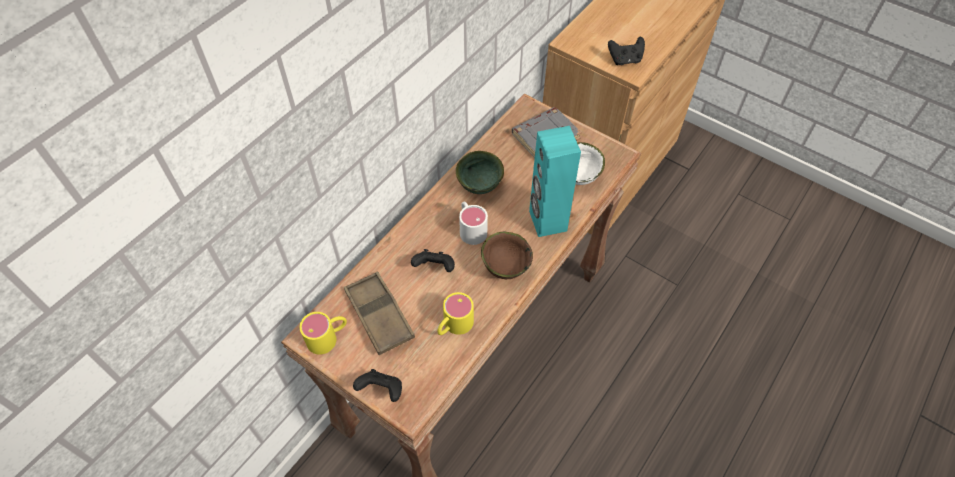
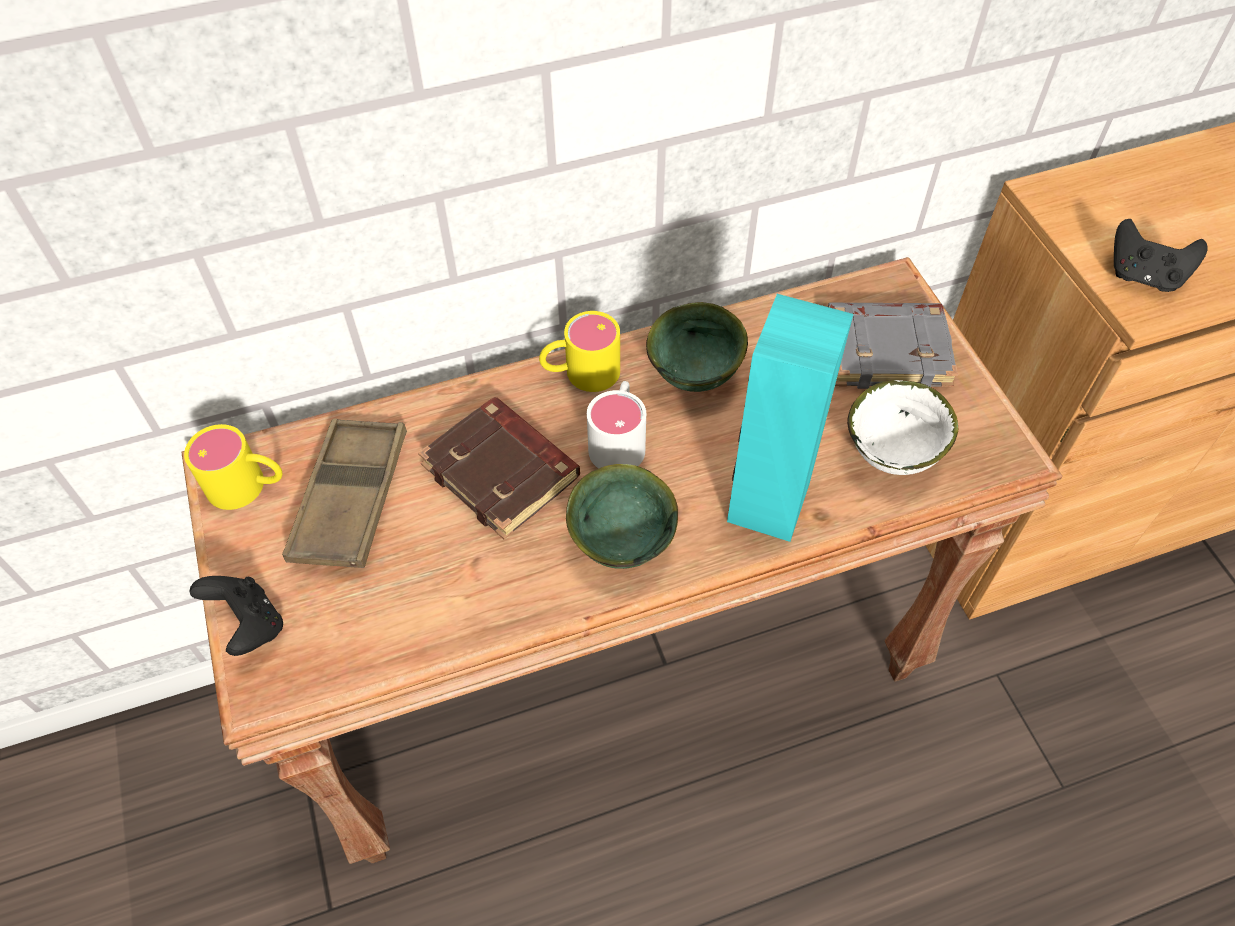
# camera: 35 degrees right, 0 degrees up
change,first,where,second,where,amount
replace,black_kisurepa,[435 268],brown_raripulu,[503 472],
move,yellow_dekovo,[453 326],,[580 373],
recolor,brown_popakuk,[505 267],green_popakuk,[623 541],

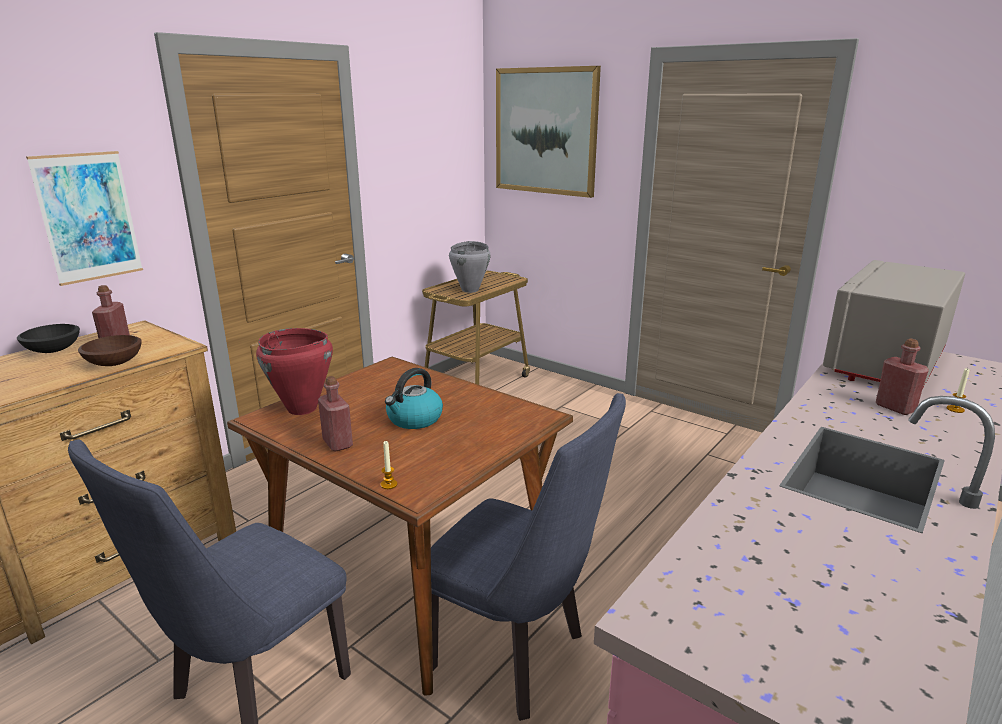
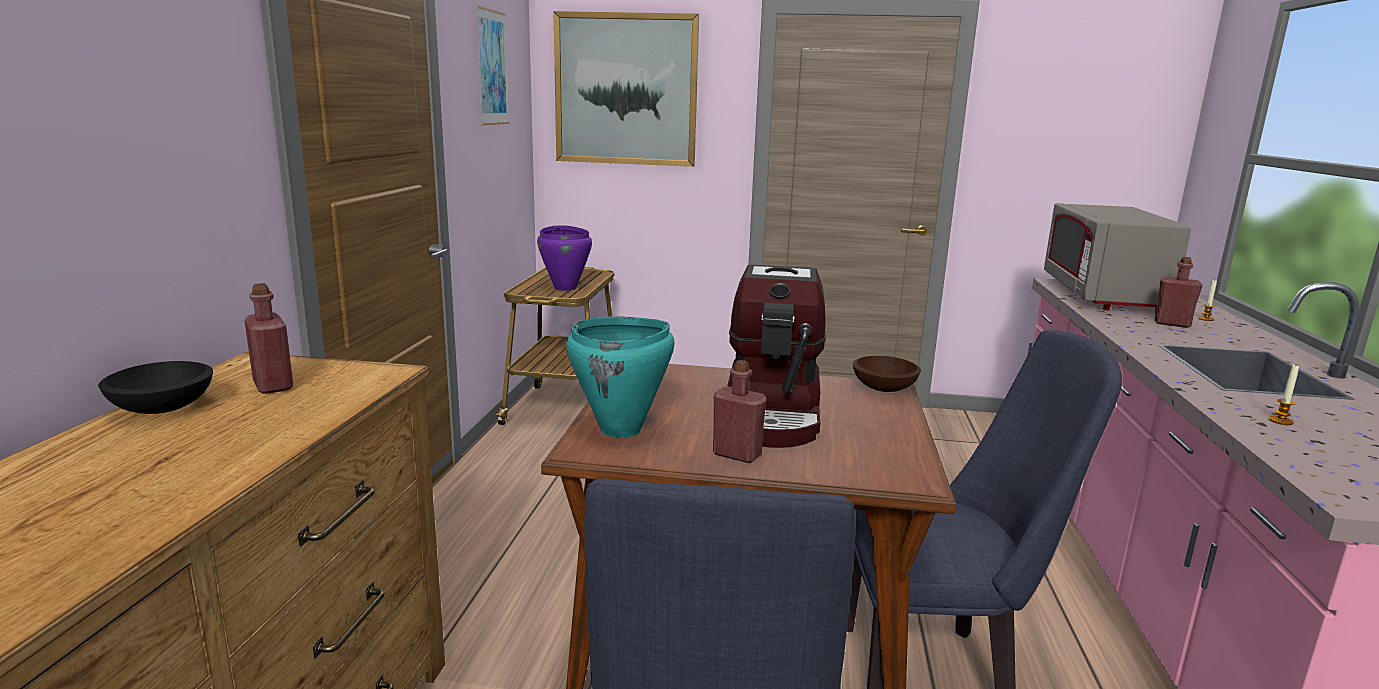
# camera: 30 degrees left, 5 degrees down
change,first,where,second,where,amount
move,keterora,[88 217],,[491 68],
move,brown_popakuk,[114 363],,[885 388],
recolor,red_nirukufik,[302 409],turquoise_nirukufik,[621 430],
move,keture,[389 484],,[1280 421],
replace,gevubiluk,[414 419],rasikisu,[774 414],
recolor,grey_nirukufik,[470 290],purple_nirukufik,[565 288],

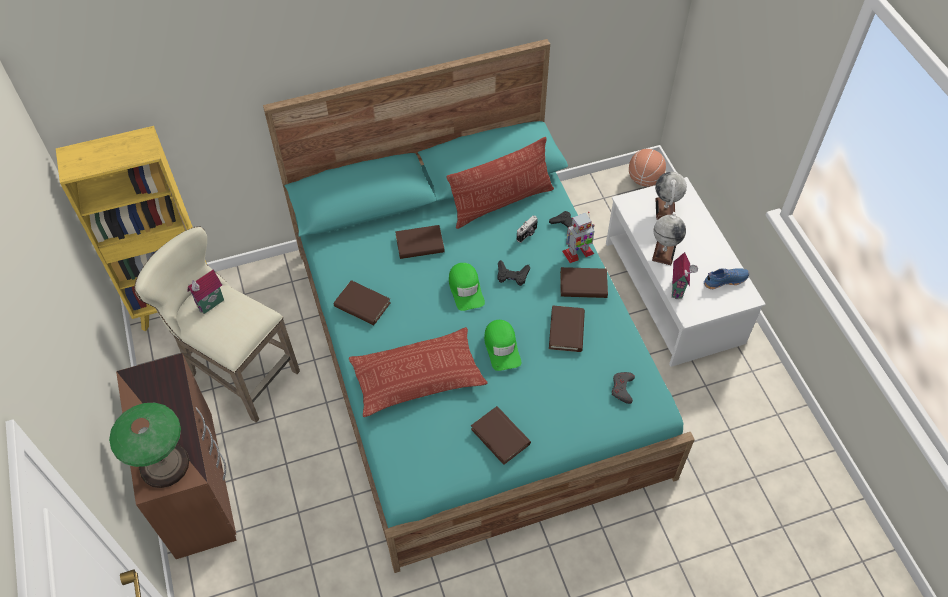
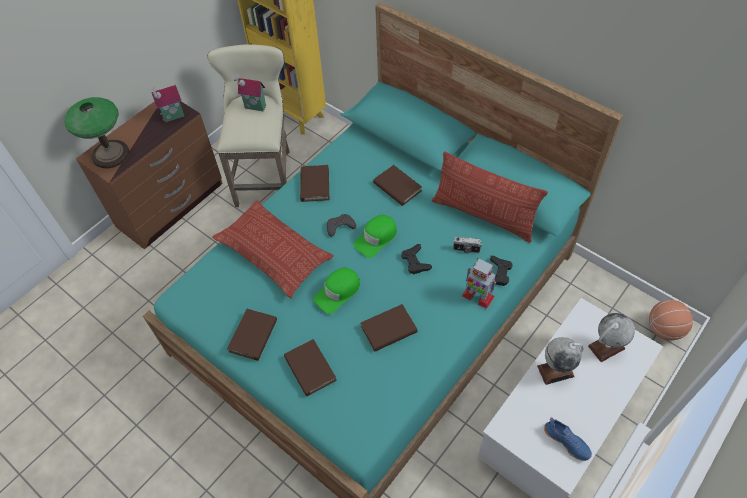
# camera: 60 degrees right, 0 degrees up
change,first,where,second,where,amount
move,brown_raripulu,[583 285],,[310 369],
move,grey_kisurepa,[622 389],,[340 226],
move,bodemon,[678 289],,[174 117],

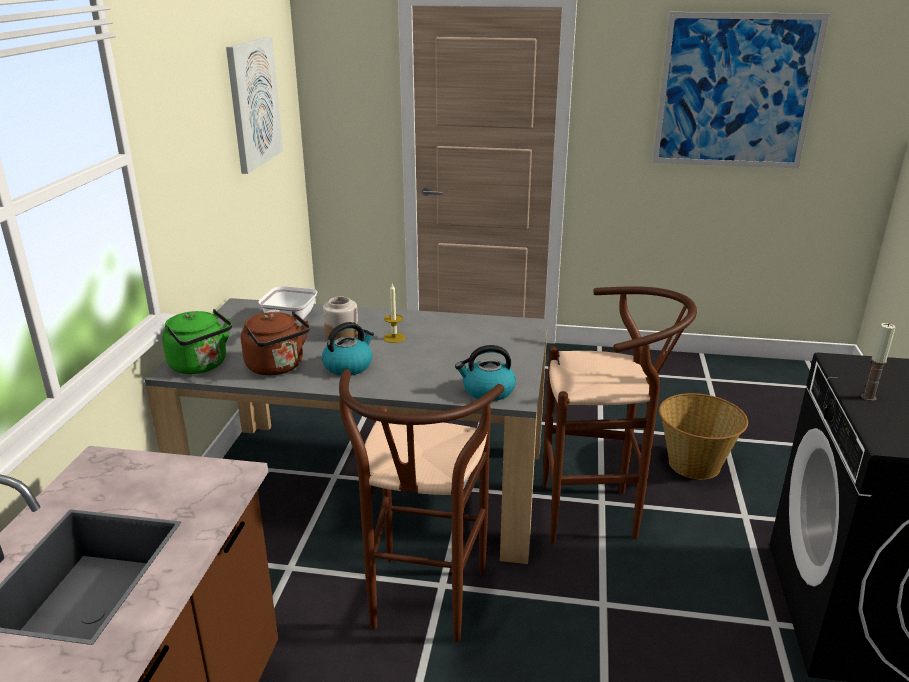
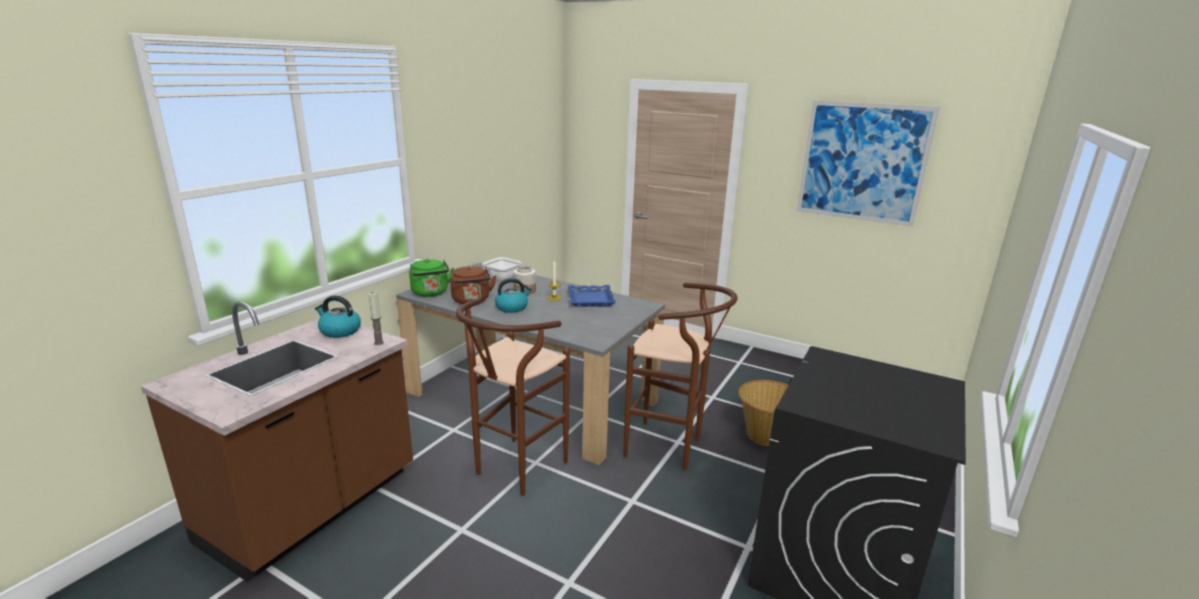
# camera: 20 degrees right, 5 degrees down
change,first,where,second,where,amount
delete,keterora,[253 103],,,
move,gevubiluk,[487 391],,[339 331],
move,keture,[868 397],,[379 343],
insert,,,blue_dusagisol,[591 299],

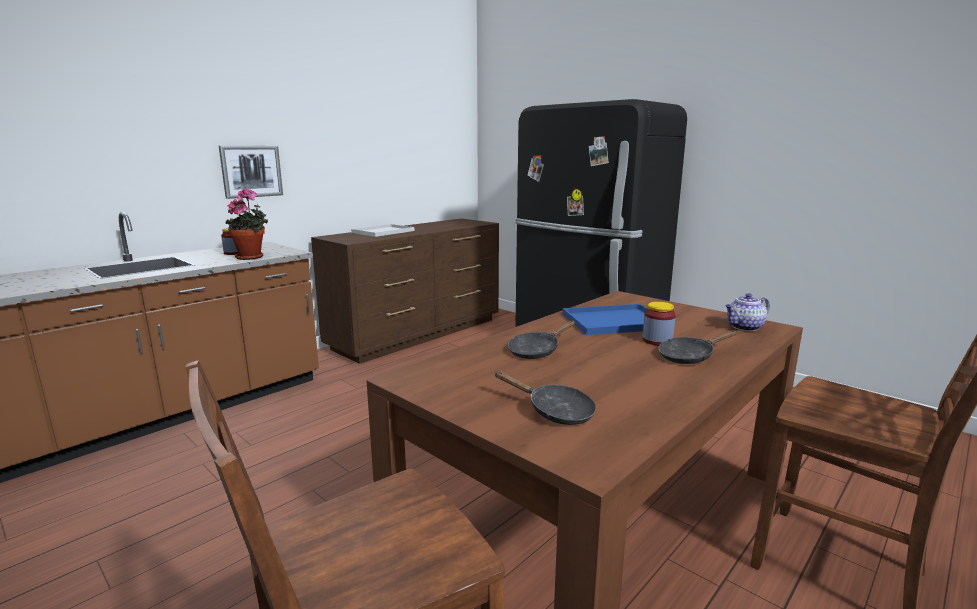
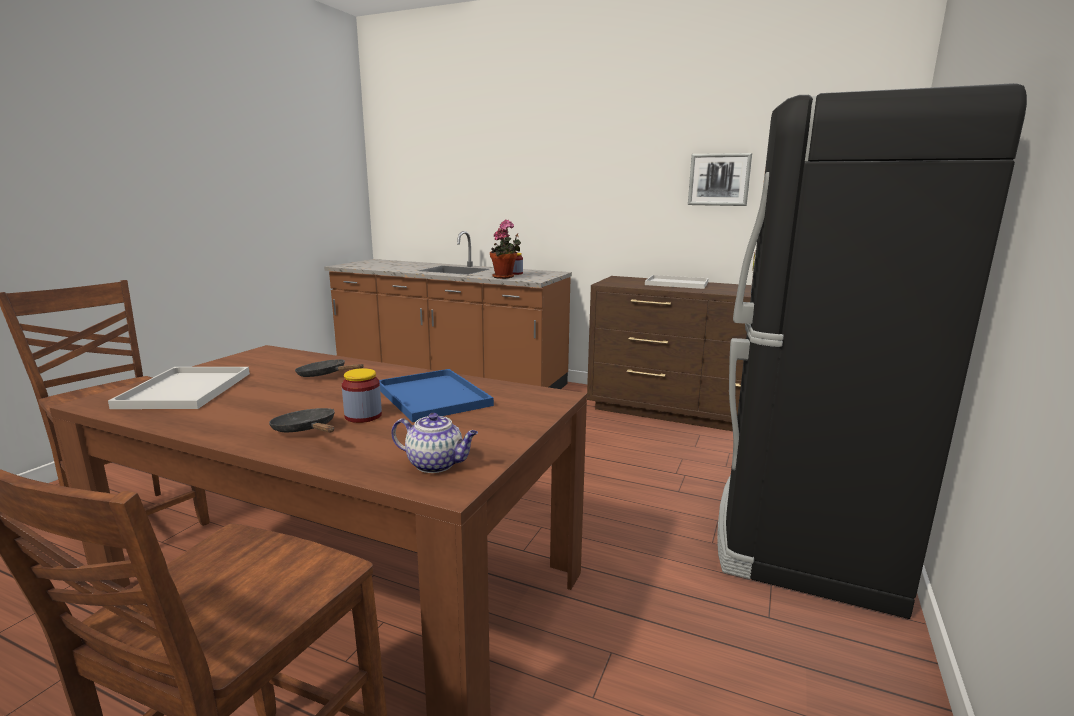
# camera: 70 degrees right, 0 degrees up
change,first,where,second,where,amount
move,keterora,[251 171],,[719 179],
replace,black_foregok,[554 411],white_dusagisol,[185 389],
rotate,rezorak,[744 327],,[436 464],150 degrees clockwise

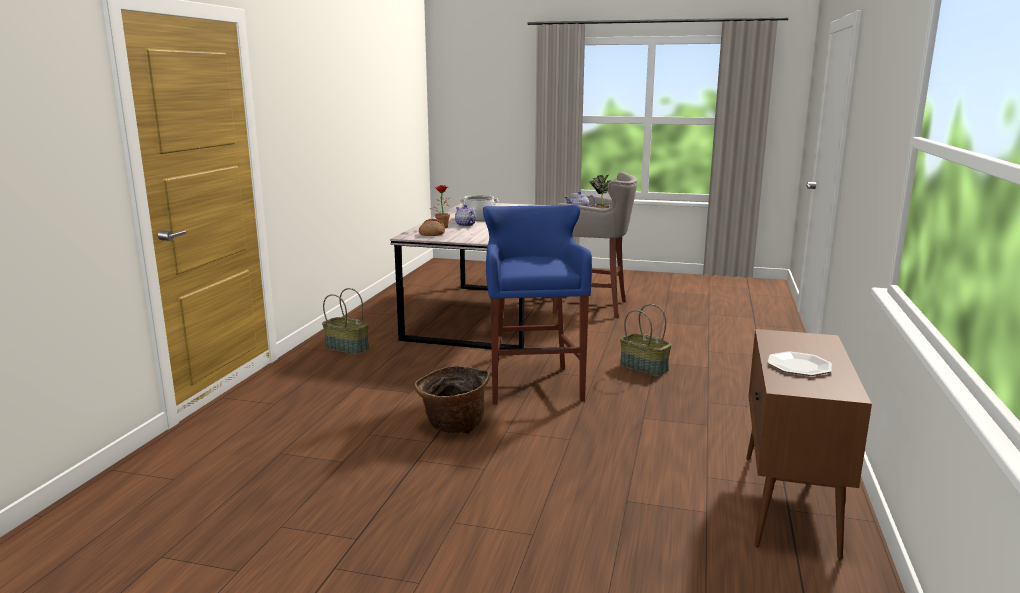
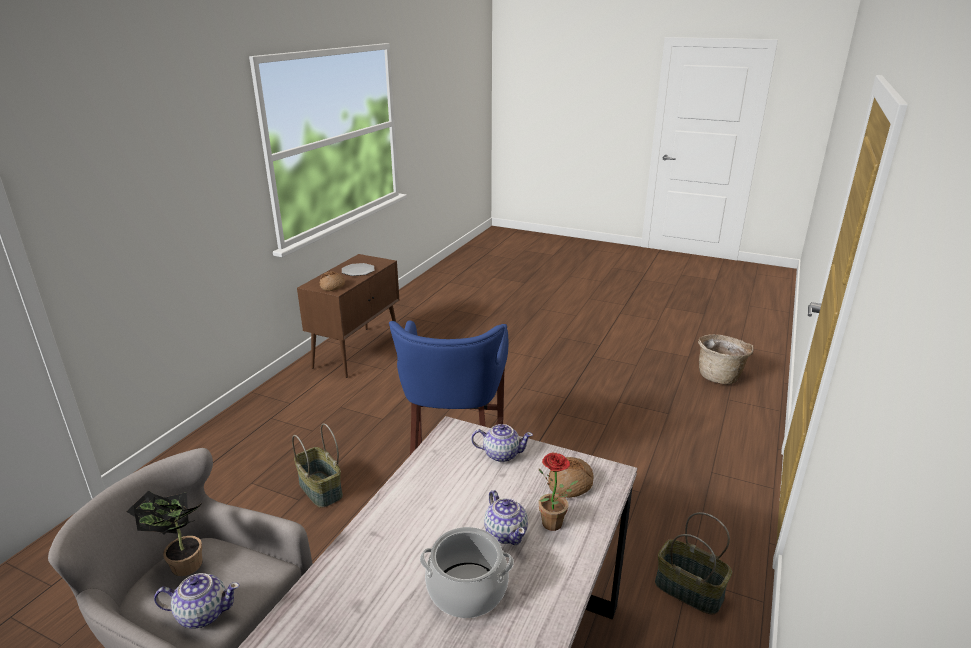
# camera: 170 degrees left, 10 degrees up
change,first,where,second,where,amount
move,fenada,[453 426],,[720 376],
insert,,,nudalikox,[332 286],
insert,,,rezorak,[501 454],

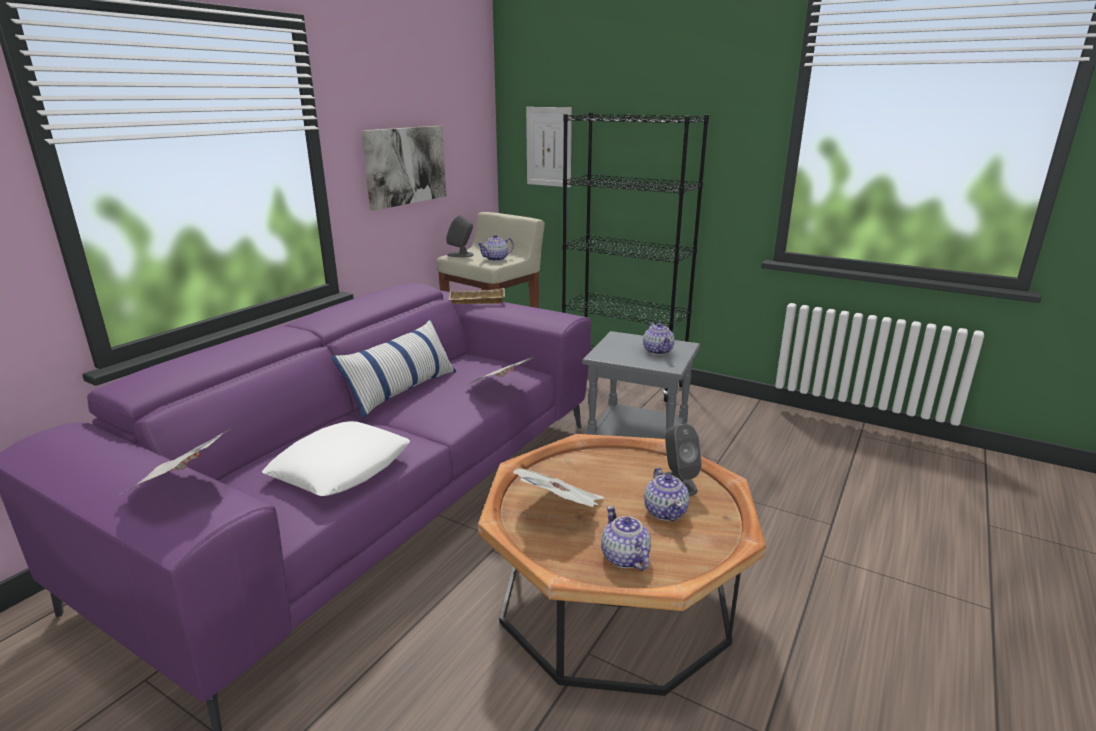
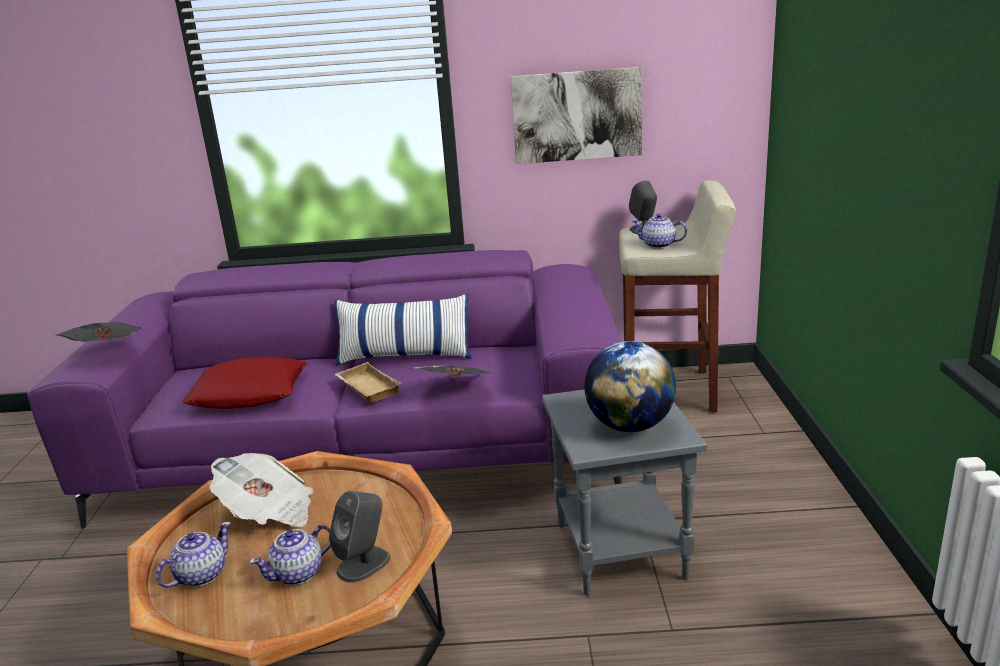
# camera: 60 degrees right, 0 degrees up
change,first,where,second,where,amount
recolor,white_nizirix,[341 467],red_nizirix,[249 393],
move,beige_dusagisol,[476 301],,[366 387],
delete,keterora,[549 147],,,
delete,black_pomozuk,[622 382],,,
replace,rezorak,[658 351],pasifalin,[630 426],

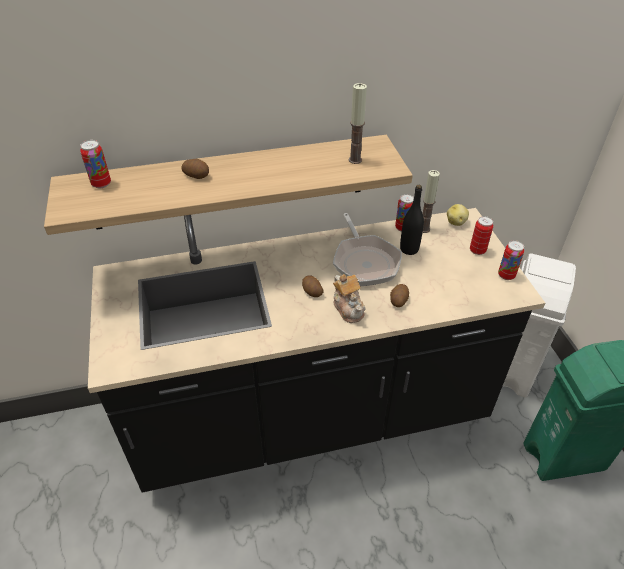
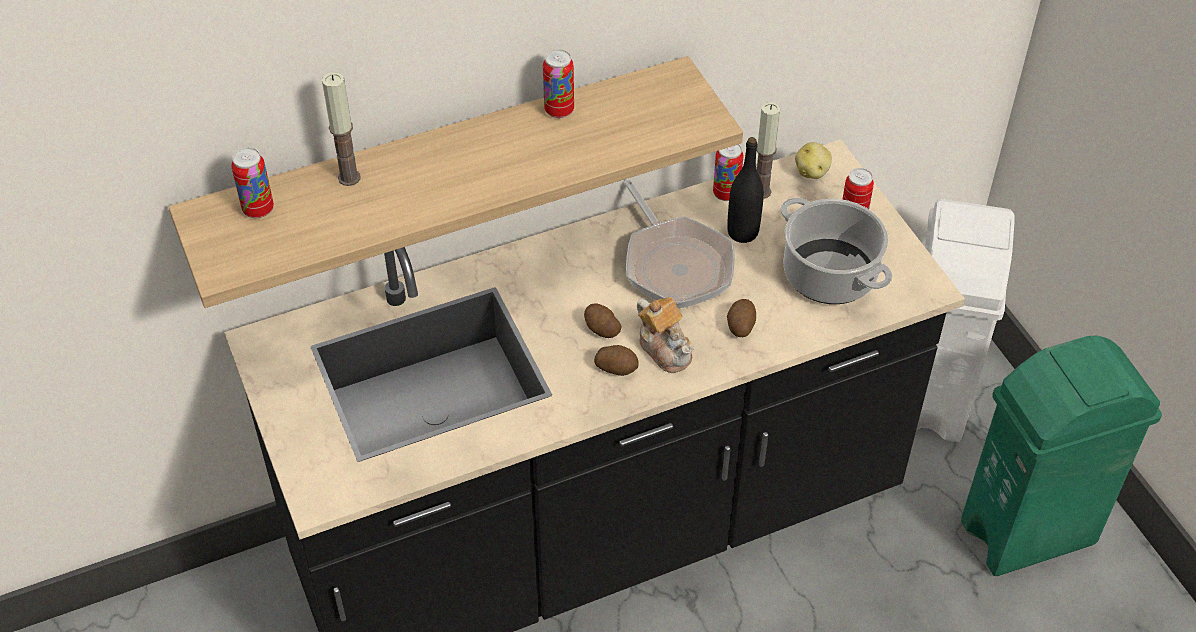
# camera: 10 degrees left, 5 degrees up
change,first,where,second,where,amount
move,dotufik,[197 175],,[616 367],
move,keture,[355 160],,[349 178],
move,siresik,[506 275],,[559 110],
insert,,,nirukufik,[831 275],

